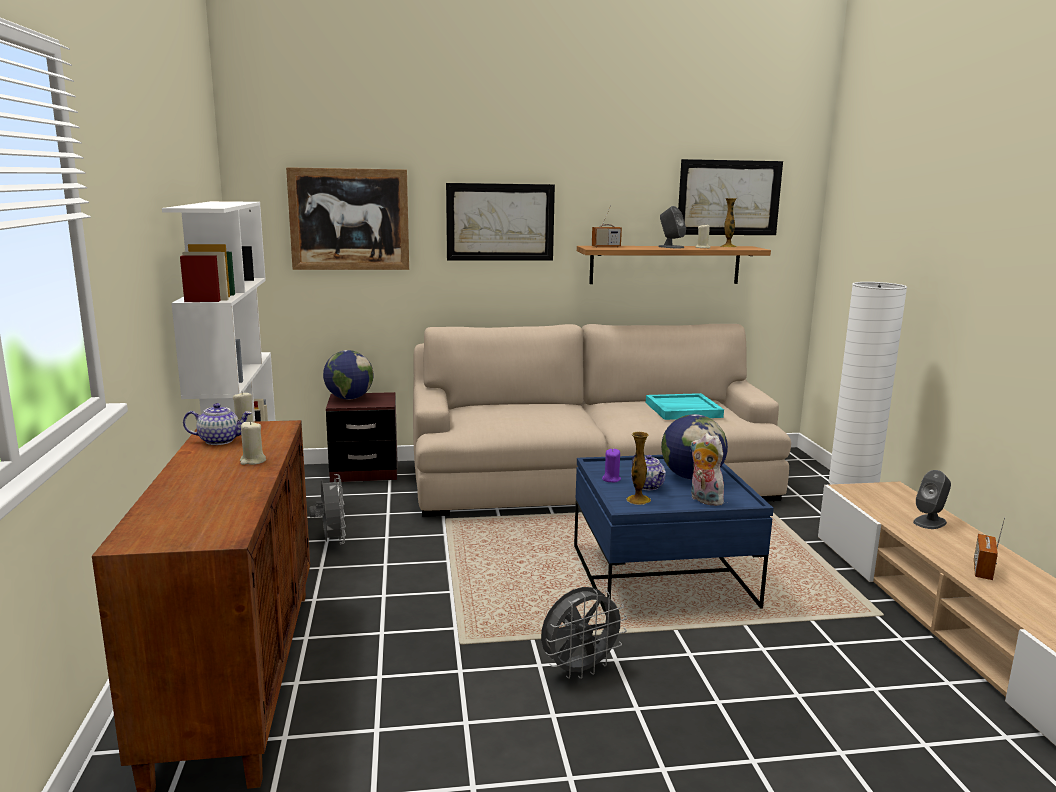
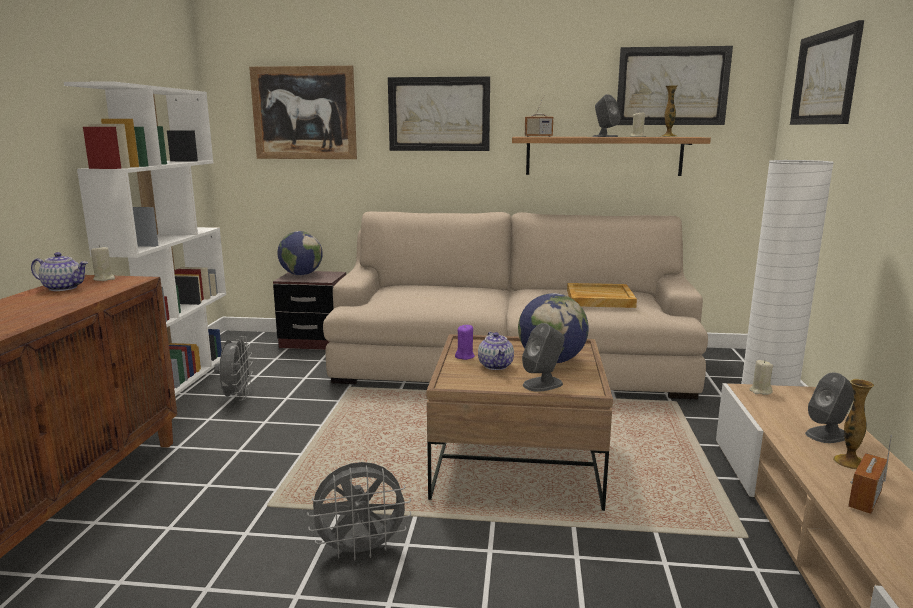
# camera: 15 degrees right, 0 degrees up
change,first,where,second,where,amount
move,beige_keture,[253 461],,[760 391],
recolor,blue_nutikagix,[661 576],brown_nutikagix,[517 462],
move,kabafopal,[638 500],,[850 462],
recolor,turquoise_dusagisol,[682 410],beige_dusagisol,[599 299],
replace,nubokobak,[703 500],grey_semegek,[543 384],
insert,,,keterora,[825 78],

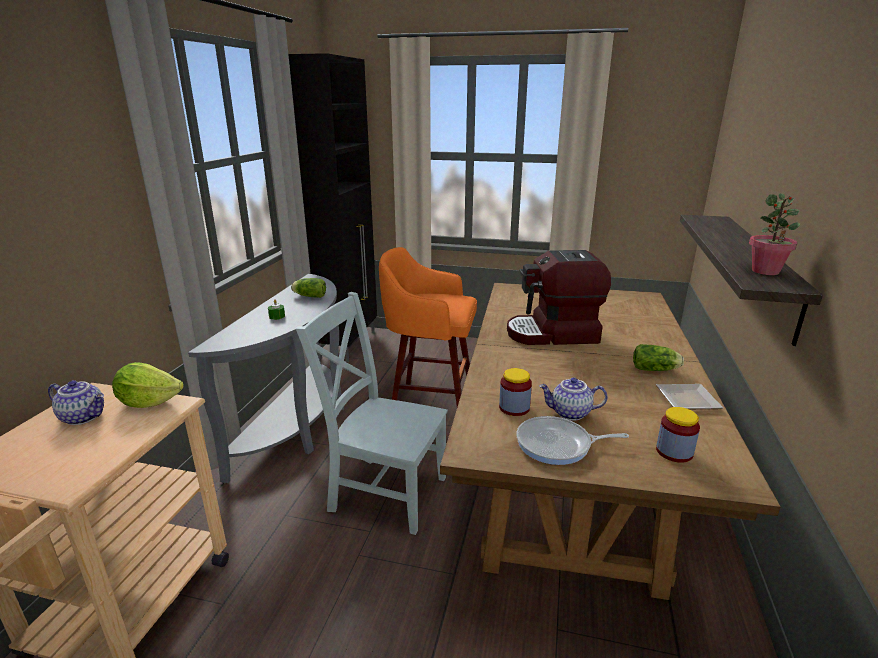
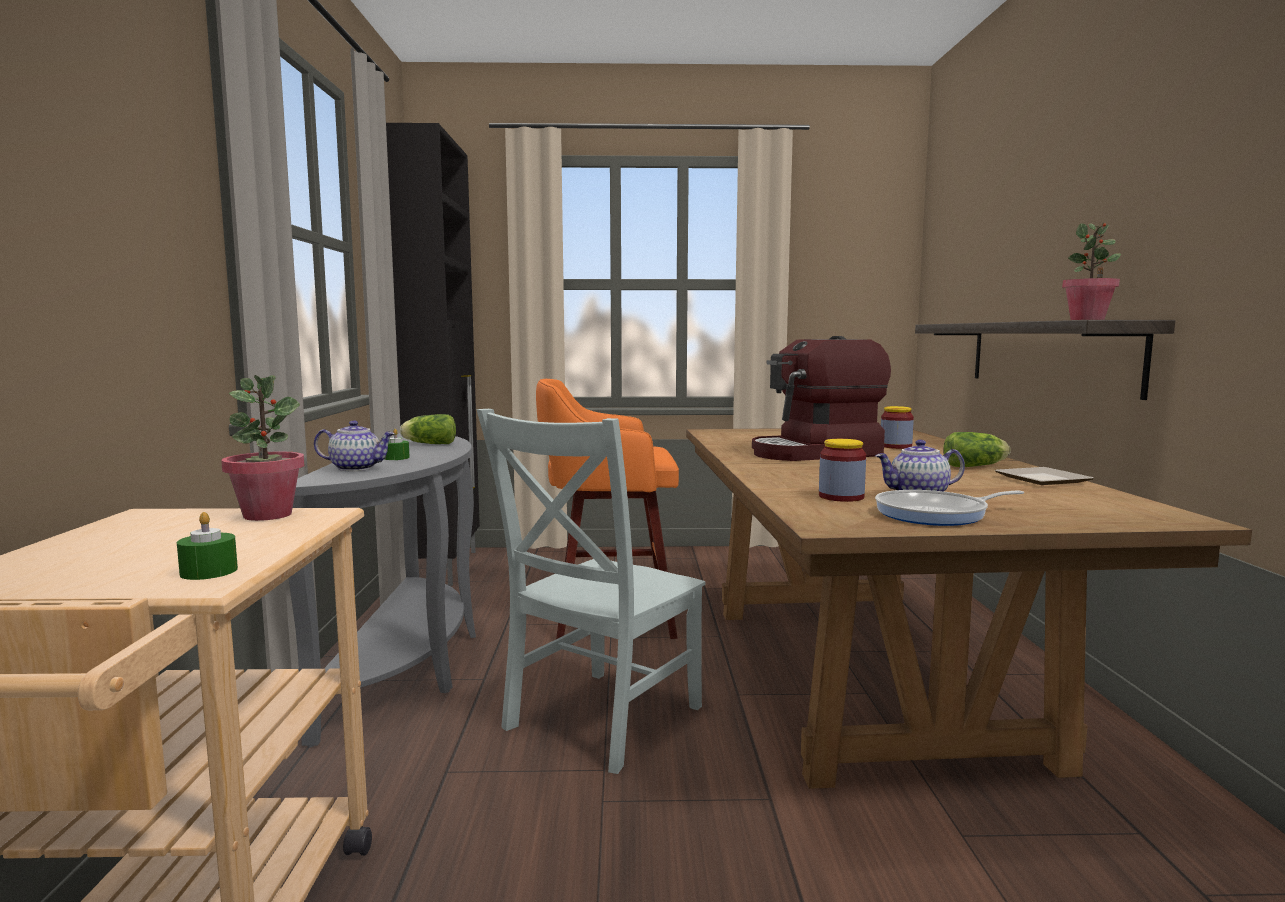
# camera: 15 degrees left, 15 degrees down
change,first,where,second,where,amount
move,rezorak,[84 417],,[357 468],
replace,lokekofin,[149 402],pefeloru,[268 515],
rotate,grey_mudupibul,[384 491],,[598 721],60 degrees counterclockwise
move,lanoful,[674 452],,[895 446],
insert,,,green_keture,[209 571],

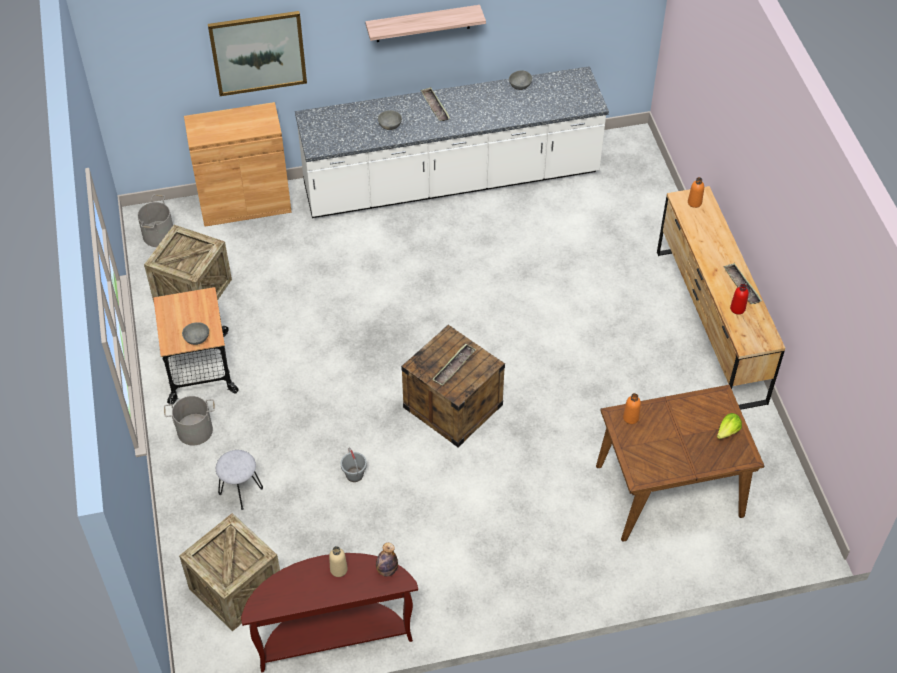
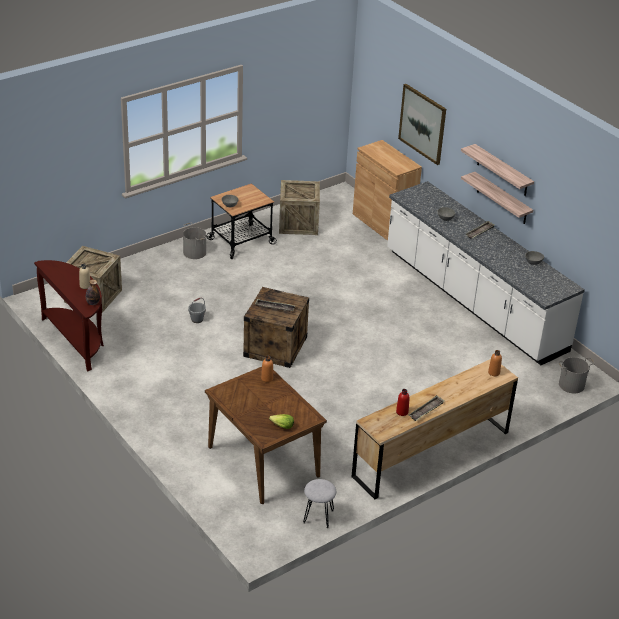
# camera: 65 degrees right, 15 degrees down
change,first,where,second,where,amount
move,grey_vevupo,[159 235],,[571 385],
move,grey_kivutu,[241 491],,[318 517],
insert,,,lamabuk,[502 199],

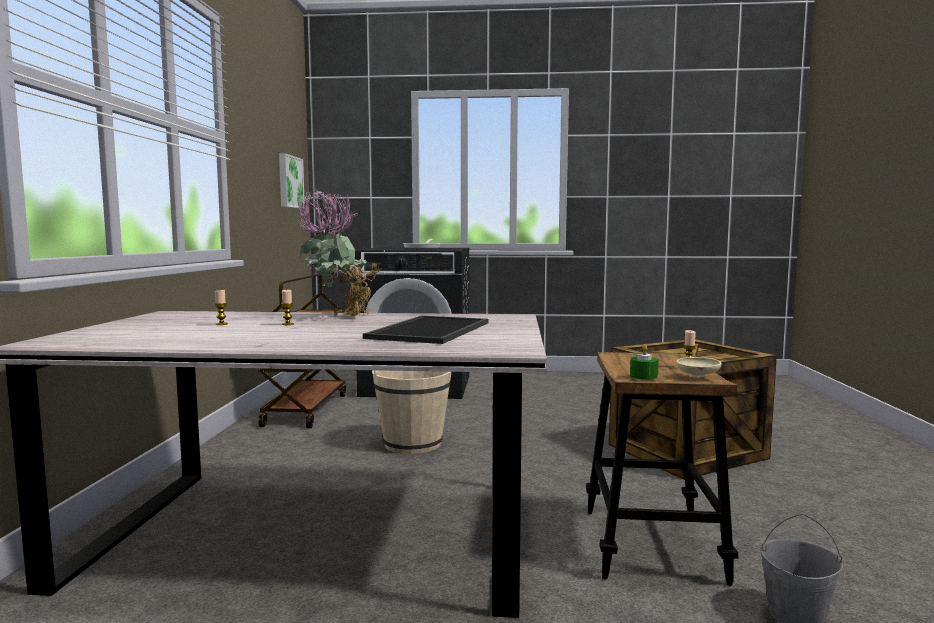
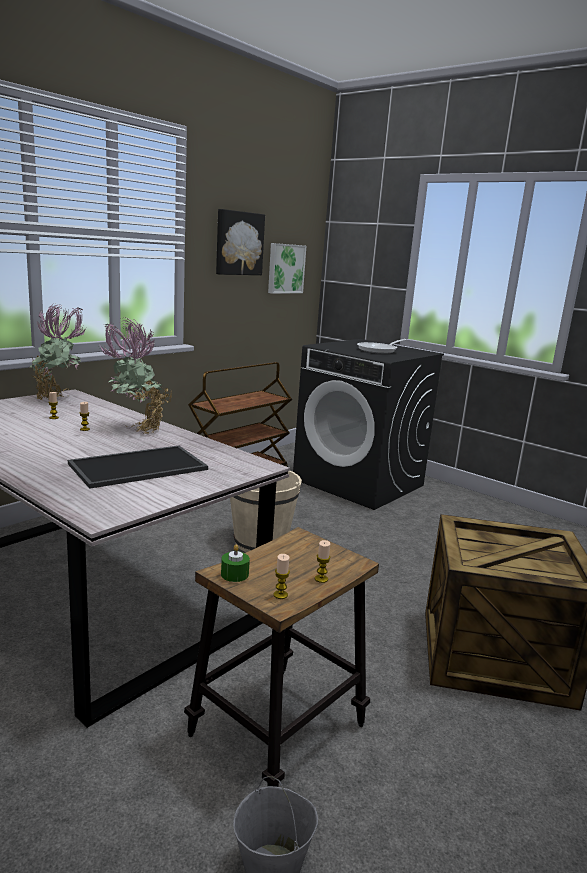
# camera: 35 degrees right, 10 degrees up
change,first,where,second,where,amount
replace,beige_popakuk,[698 376],keture,[280 595],
insert,,,pefeloru,[58 399],
insert,,,keterora,[238 243],

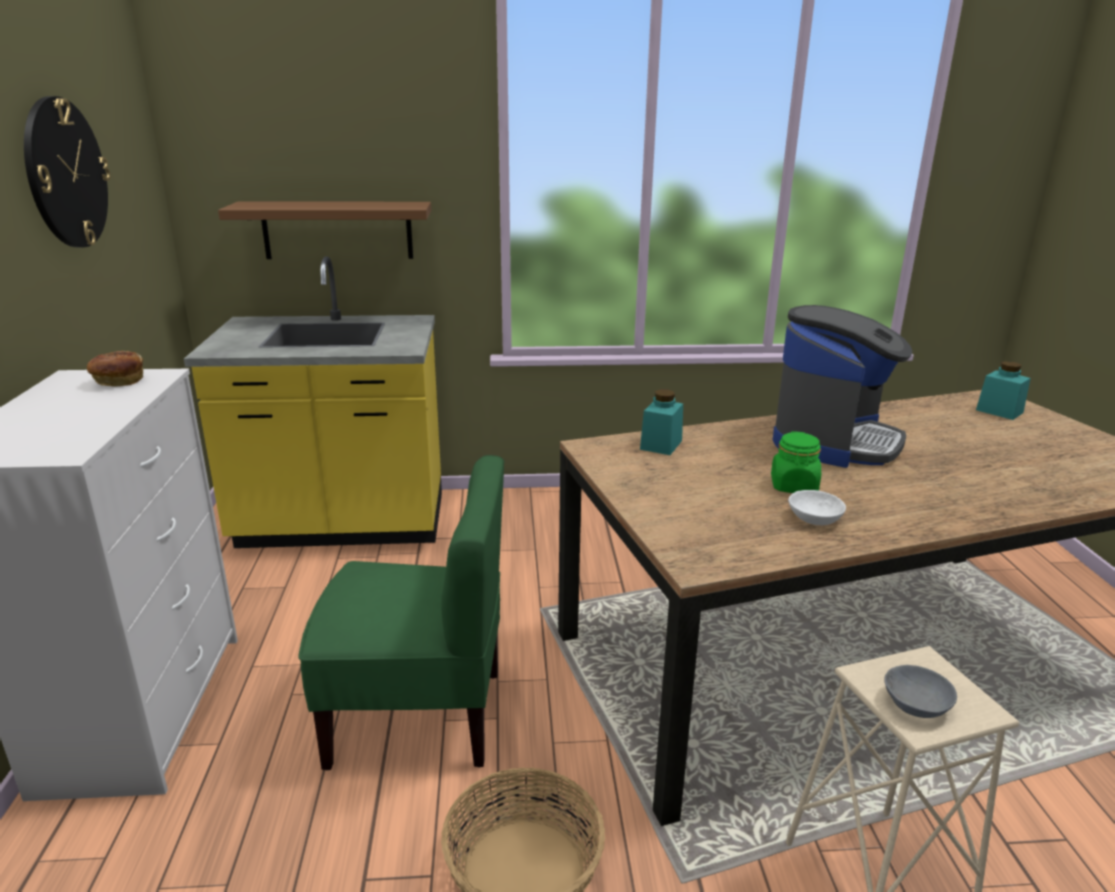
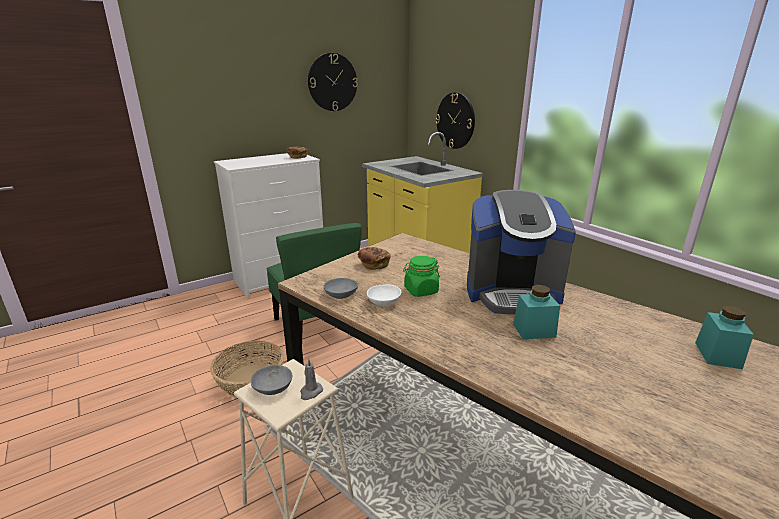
# camera: 60 degrees right, 0 degrees up
change,first,where,second,where,amount
replace,brown_lamabuk,[337 230],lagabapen,[455 121],
move,turquoise_lanoful,[661 445],,[534 330],
insert,,,grey_keture,[310 392],
insert,,,grey_popakuk,[341 294],
insert,,,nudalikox,[373 264],

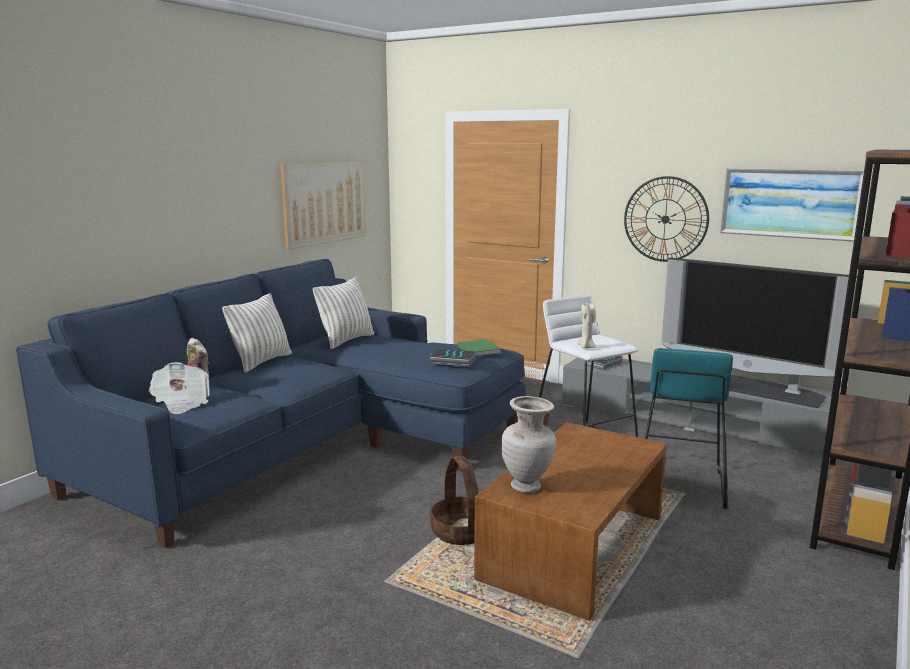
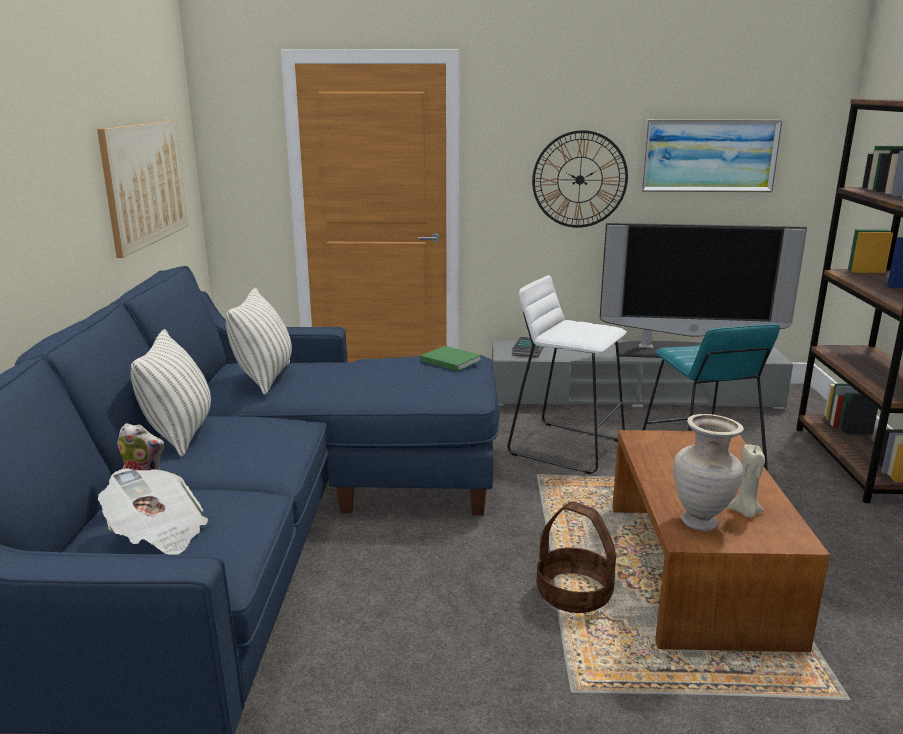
# camera: 30 degrees left, 5 degrees up
change,first,where,second,where,amount
delete,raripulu,[452 361],,,
move,beige_keture,[586 347],,[745 512],

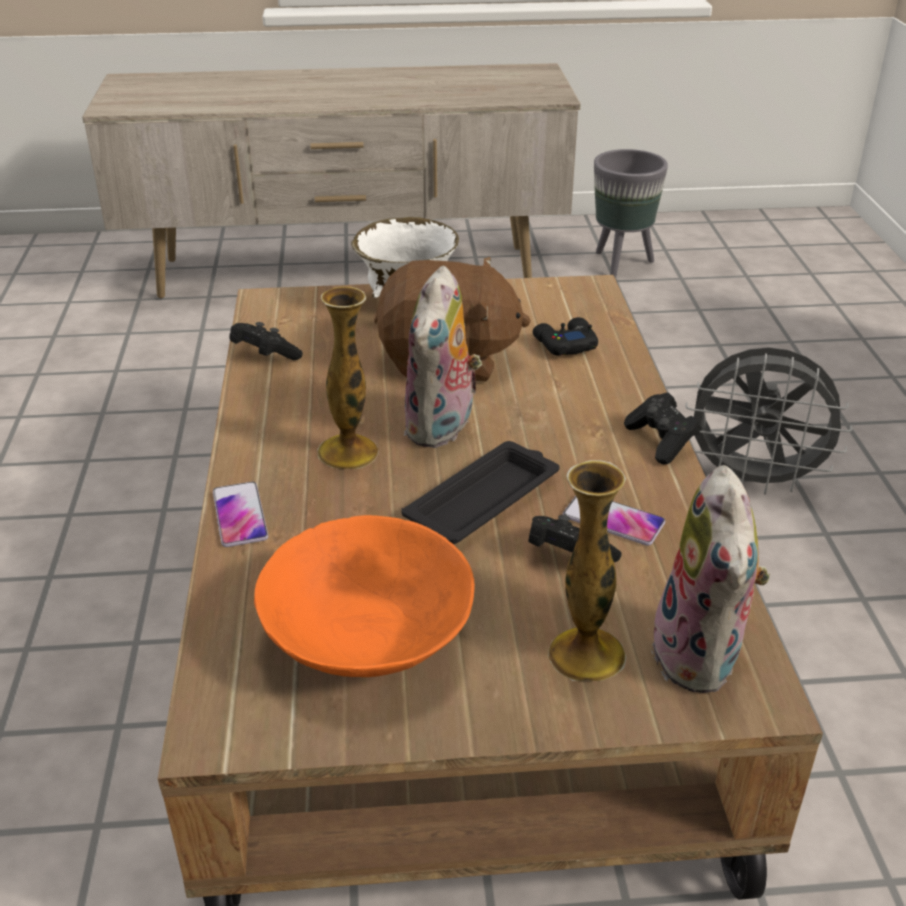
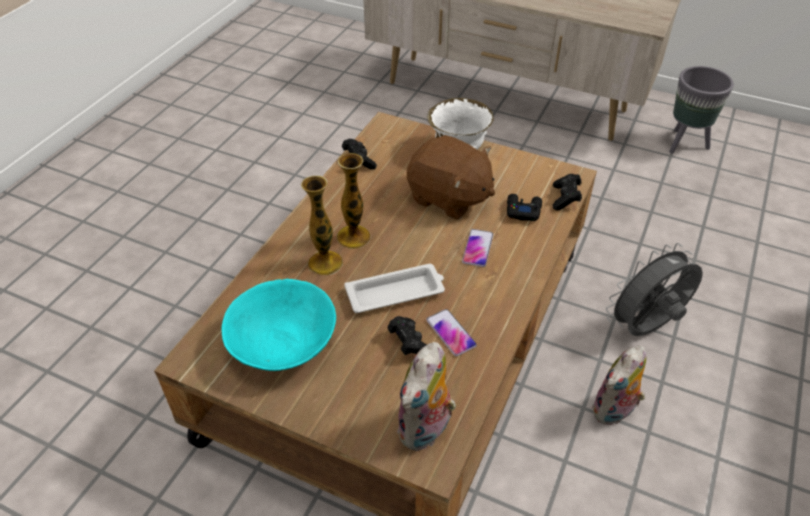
# camera: 30 degrees right, 10 degrees up
change,first,where,second,where,amount
move,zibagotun,[240 515],,[477 248],
recolor,orange_popakuk,[368 637],turquoise_popakuk,[283 344],
recolor,black_dusagisol,[485 499],white_dusagisol,[396 293],
move,nubokobak,[442 428],,[614 412],
move,kabafopal,[586 654],,[325 263],
move,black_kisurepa,[661 441],,[565 198],
rotate,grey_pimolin,[754 480],,[645 328],105 degrees clockwise

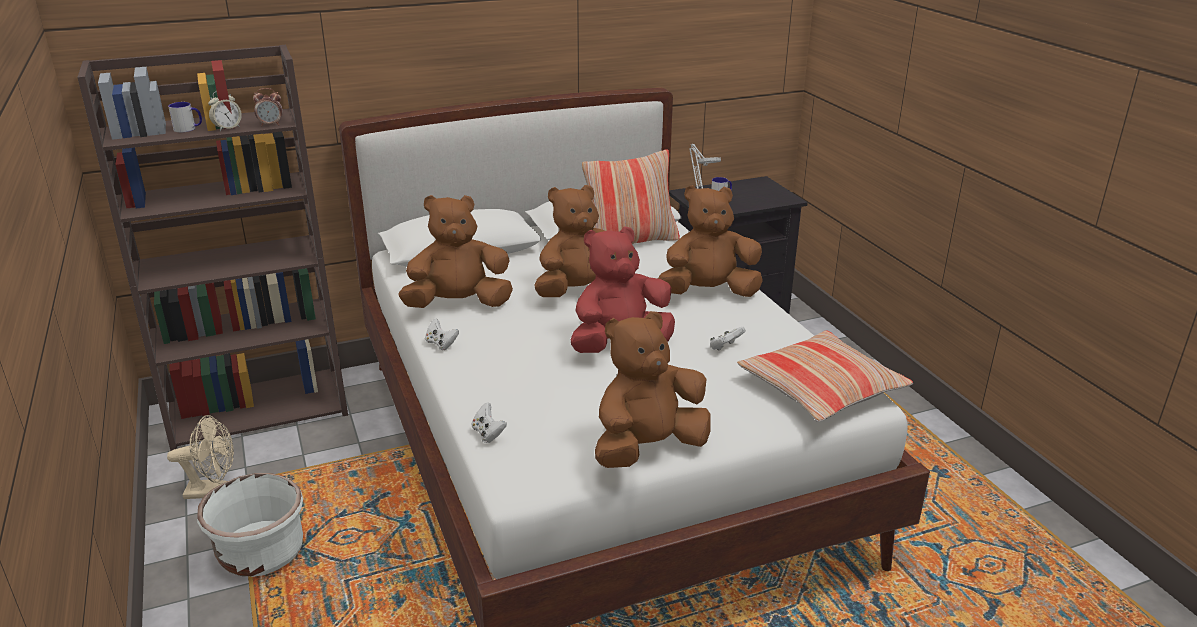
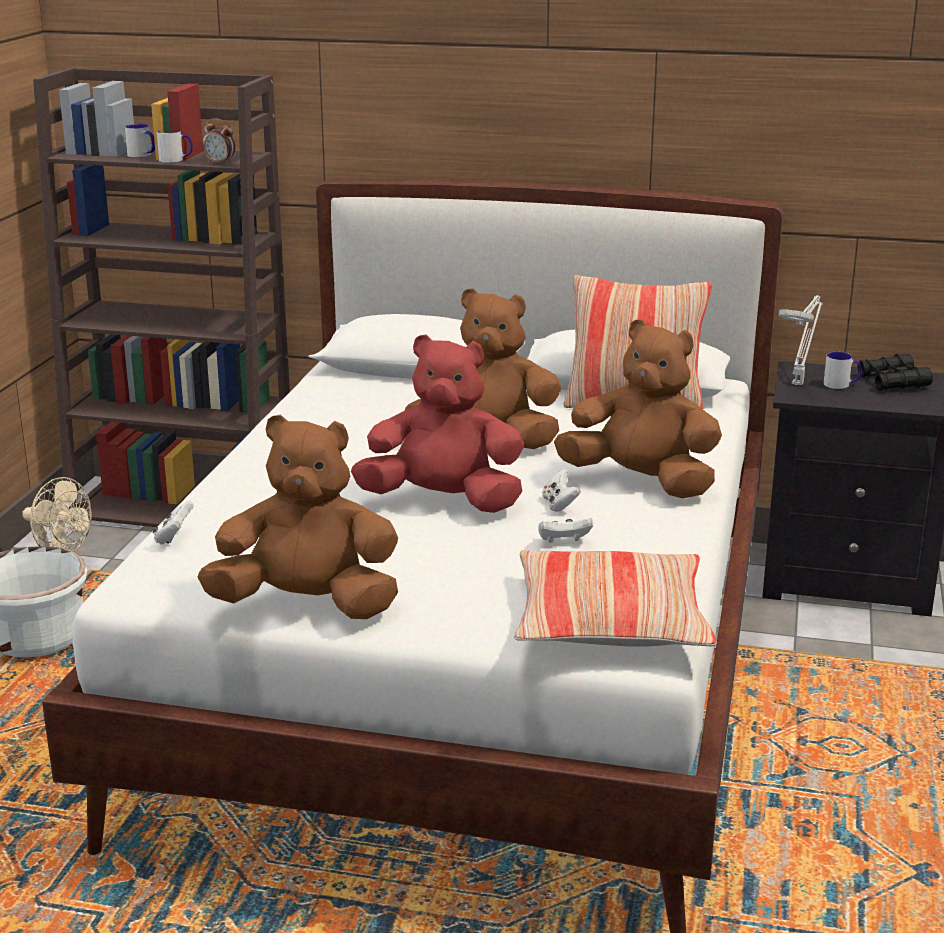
# camera: 35 degrees right, 5 degrees down
change,first,where,second,where,amount
replace,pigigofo,[227 128],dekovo,[176 160],
delete,brown_nubokobak,[458 304],,,
move,white_kisurepa,[441 344],,[559 504],
insert,,,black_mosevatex,[892 382],

